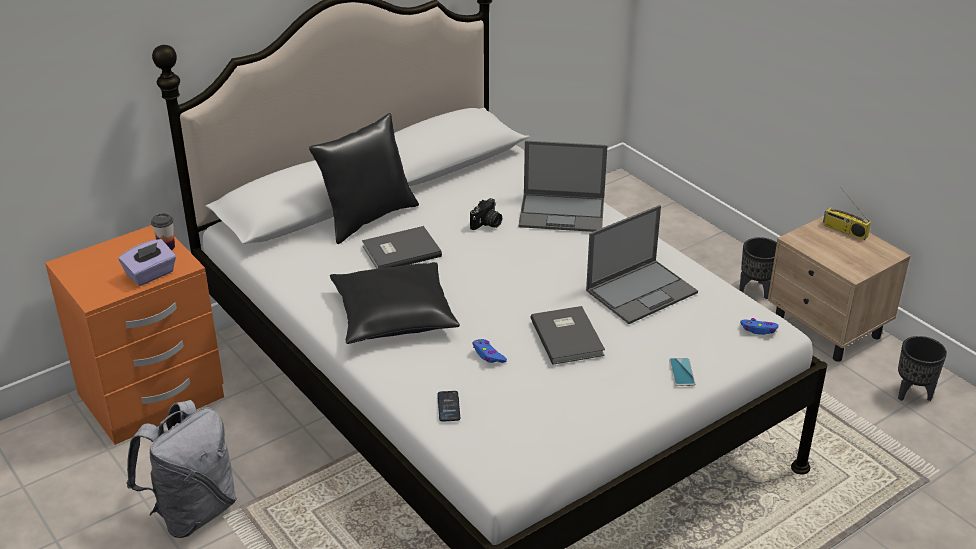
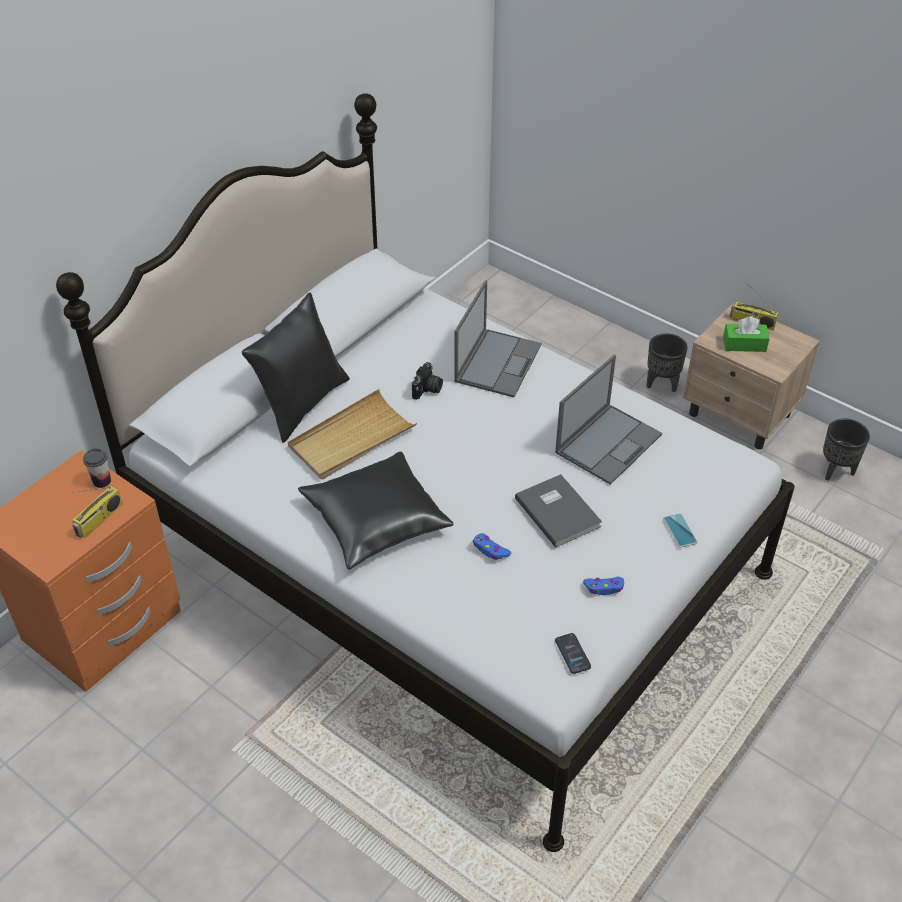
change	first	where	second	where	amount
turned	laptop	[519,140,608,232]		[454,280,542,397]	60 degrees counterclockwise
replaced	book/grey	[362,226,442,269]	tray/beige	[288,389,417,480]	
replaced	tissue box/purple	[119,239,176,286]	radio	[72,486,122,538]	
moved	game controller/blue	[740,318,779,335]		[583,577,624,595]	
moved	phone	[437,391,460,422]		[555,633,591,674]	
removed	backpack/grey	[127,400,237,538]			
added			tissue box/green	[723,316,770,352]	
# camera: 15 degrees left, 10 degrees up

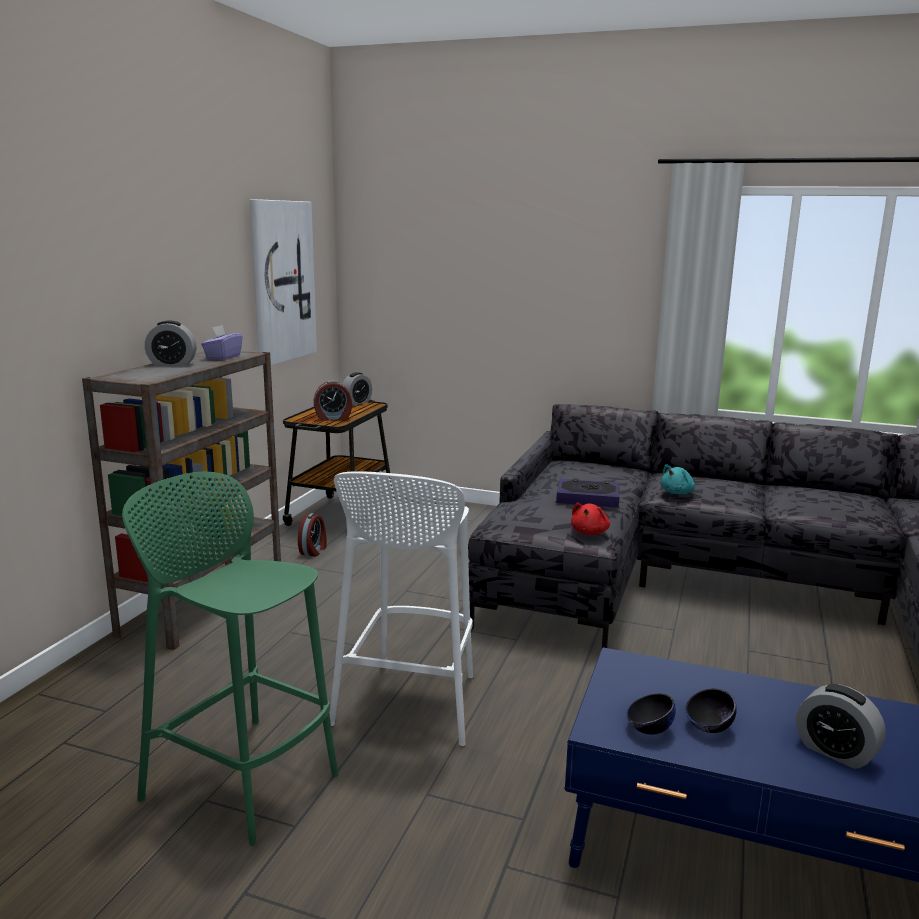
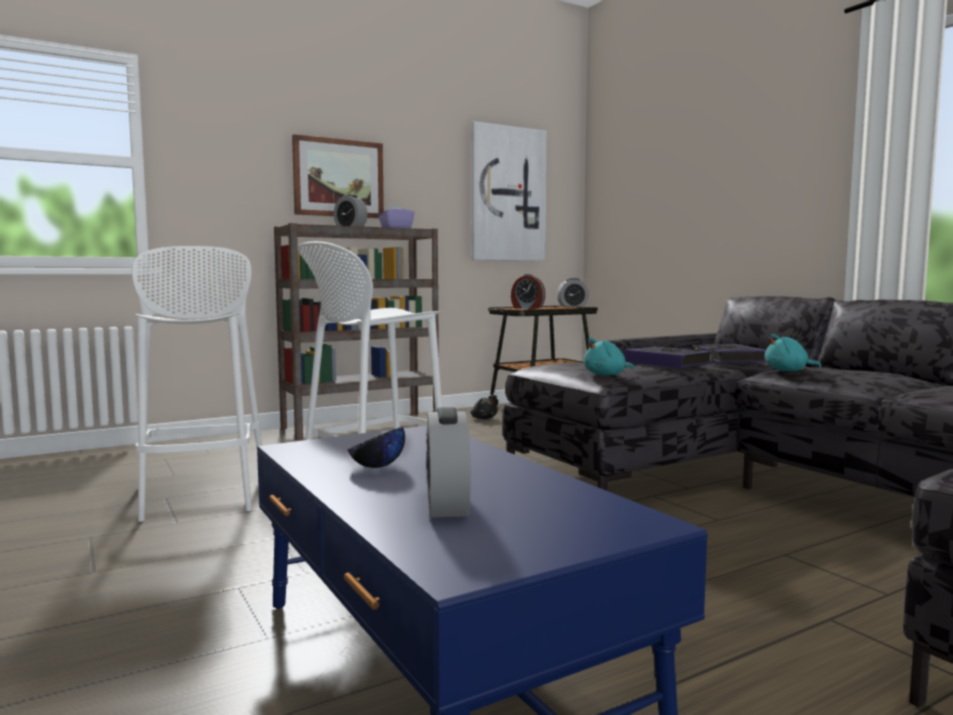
change	first	where	second	where	amount
recoloured	stool/green	[122,472,339,846]	stool/white	[132,246,262,522]	
recoloured	plush toy/red	[571,503,610,535]	plush toy/turquoise	[584,337,634,376]	
replaced	alarm clock	[298,513,327,557]	plush toy/black	[470,397,498,419]	
removed	bowl/black	[626,694,676,735]			
added			picture	[292,134,384,218]	
added			book	[692,344,766,363]	
# camera: 40 degrees right, 10 degrees down

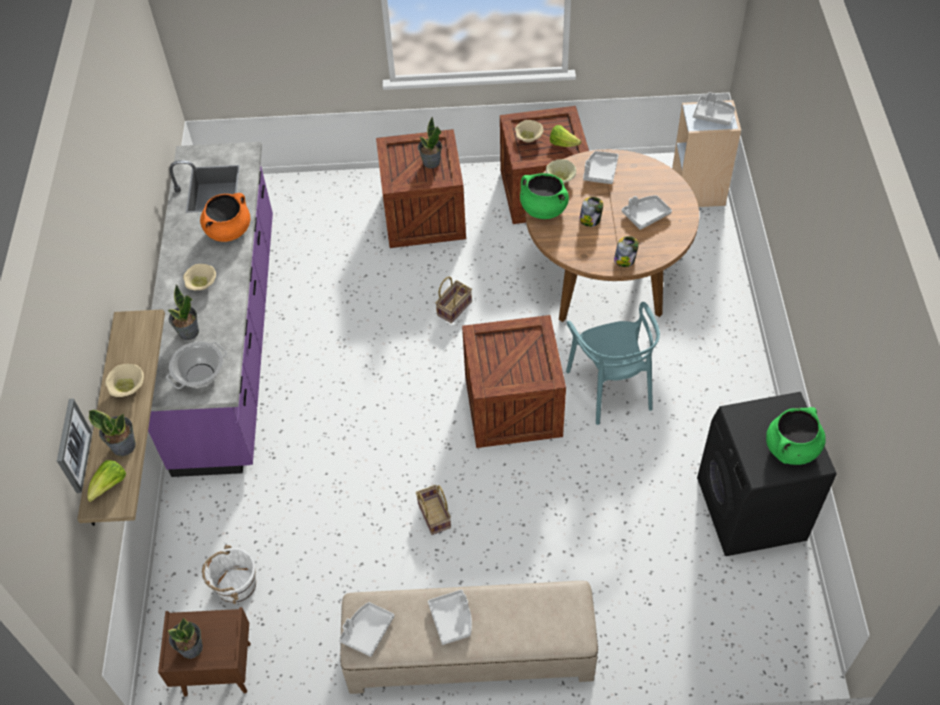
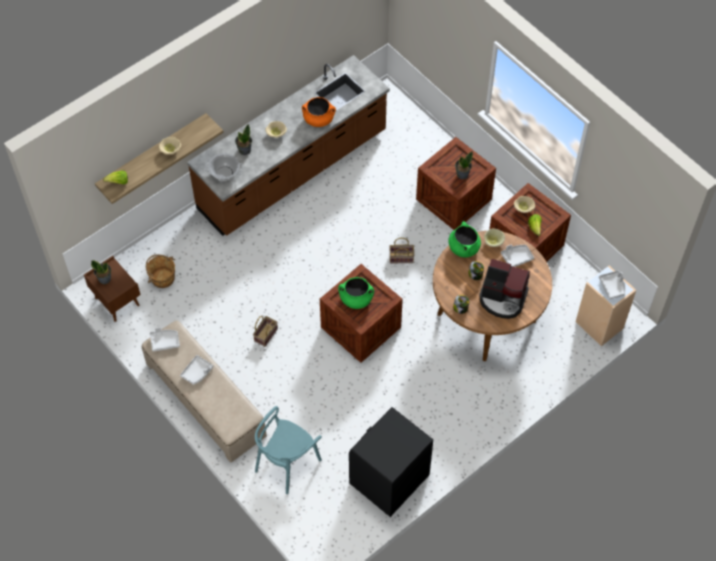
change	first	where	second	where	amount
recoloured	counter/purple	[148,142,273,477]	counter/brown	[187,55,390,236]	
replaced	tray/grey	[622,195,672,230]	coffee machine	[479,259,530,319]	
moved	chair/turquoise	[566,302,660,425]		[255,406,322,494]	
removed	picture	[57,399,92,493]			
moved	cooking pot/green	[766,407,826,465]		[338,277,374,309]	
removed	potted plant	[88,410,136,456]			
recoloured	bucket/white	[202,545,256,604]	bucket/brown	[146,255,175,288]	
# camera: 50 degrees right, 5 degrees up

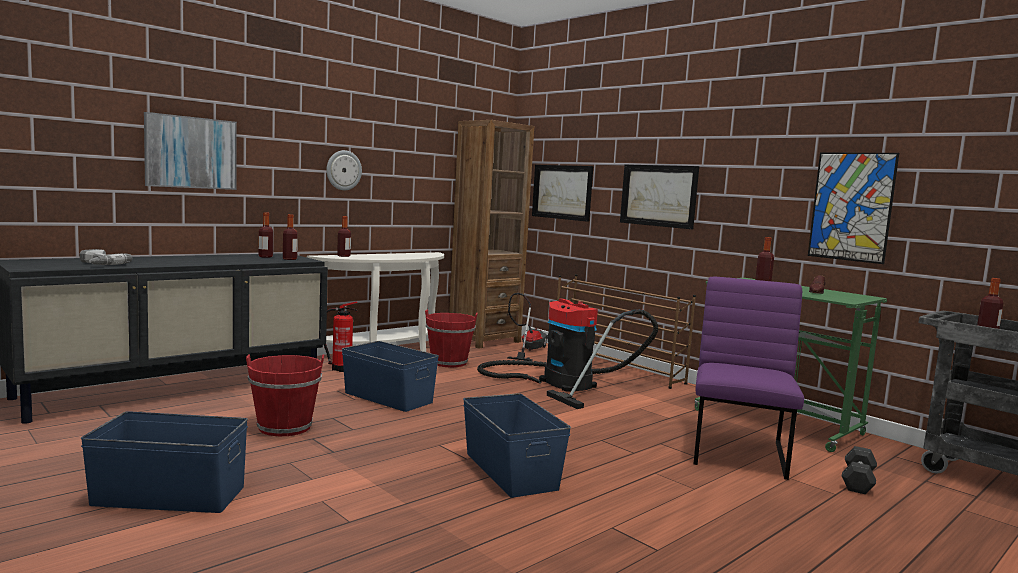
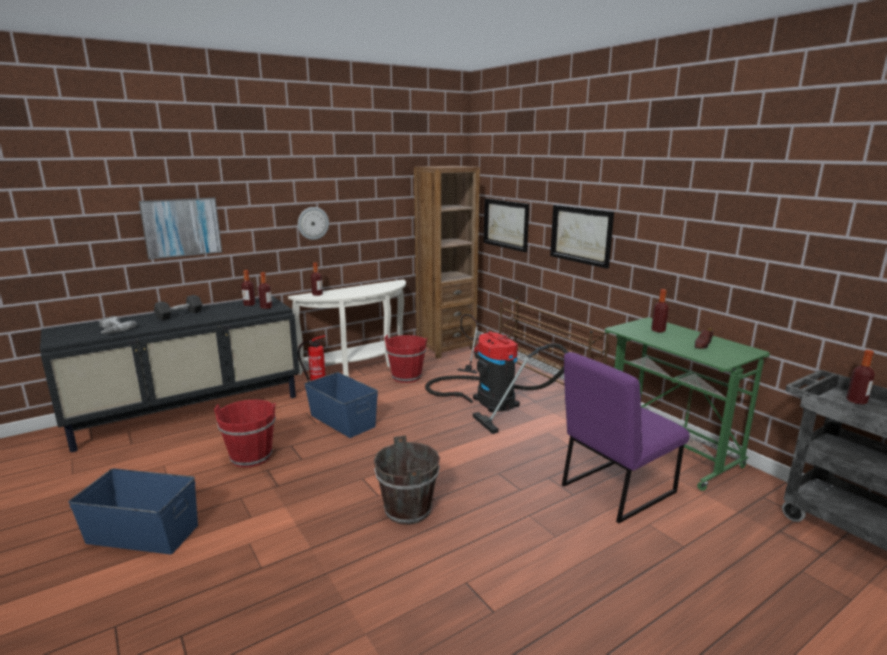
change	first	where	second	where	amount
removed	picture	[808,152,899,264]			
turned	chair/purple	[693,277,804,480]		[562,352,690,523]	150 degrees counterclockwise
replaced	storage box/blue	[463,393,571,498]	bucket/brown	[374,435,440,525]	
moved	dumbbell/grey	[842,446,877,494]		[154,295,202,320]	
# camera: 10 degrees right, 10 degrees up

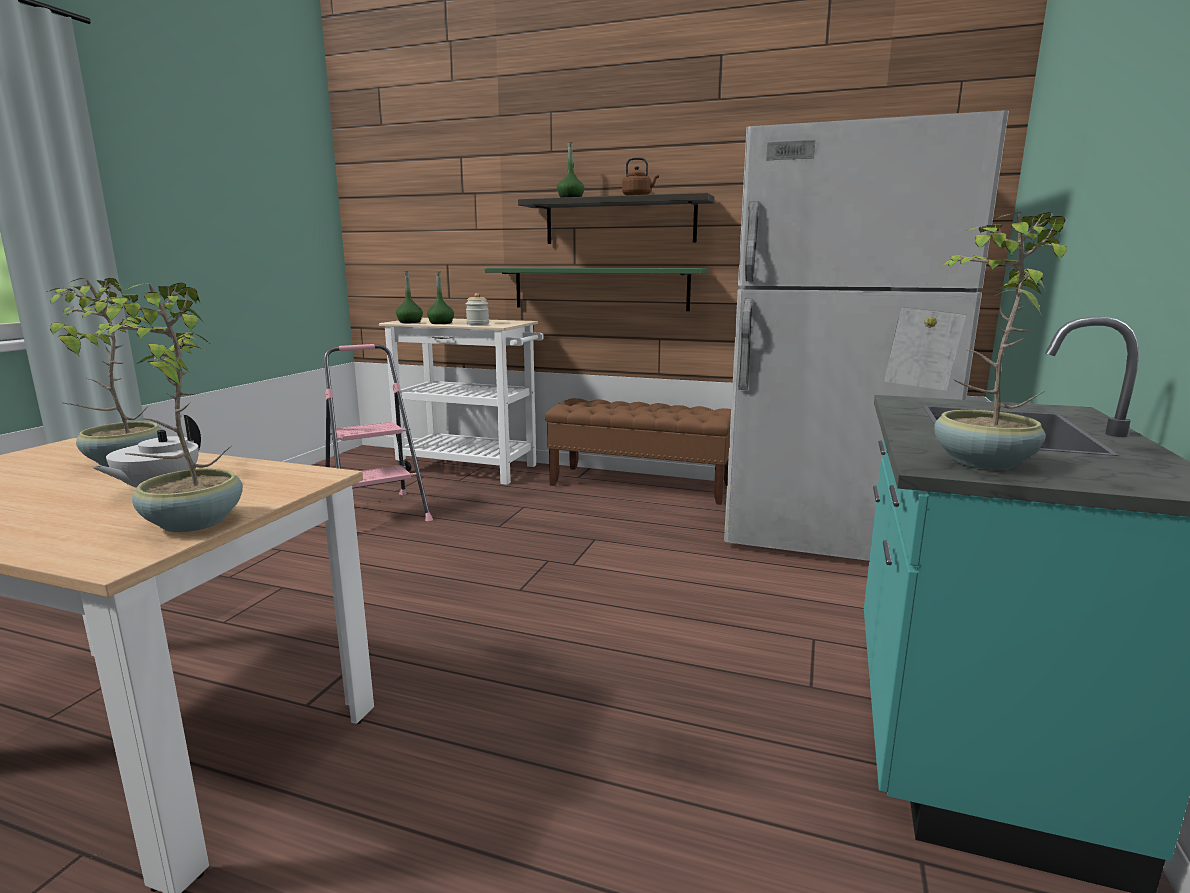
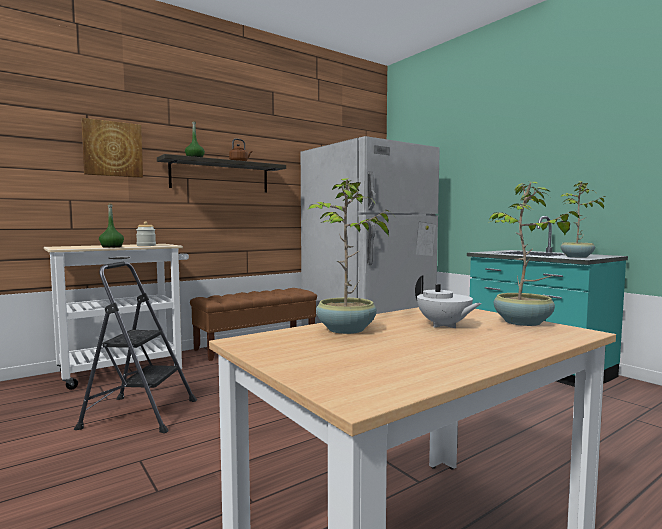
change	first	where	second	where	amount
removed	shelf/green	[485,268,707,311]			
removed	bottle/green	[396,271,423,323]			
recoloured	step ladder/pink	[324,344,433,521]	step ladder/black	[74,262,197,433]	
added			picture	[81,118,143,178]	
# camera: 55 degrees left, 10 degrees down

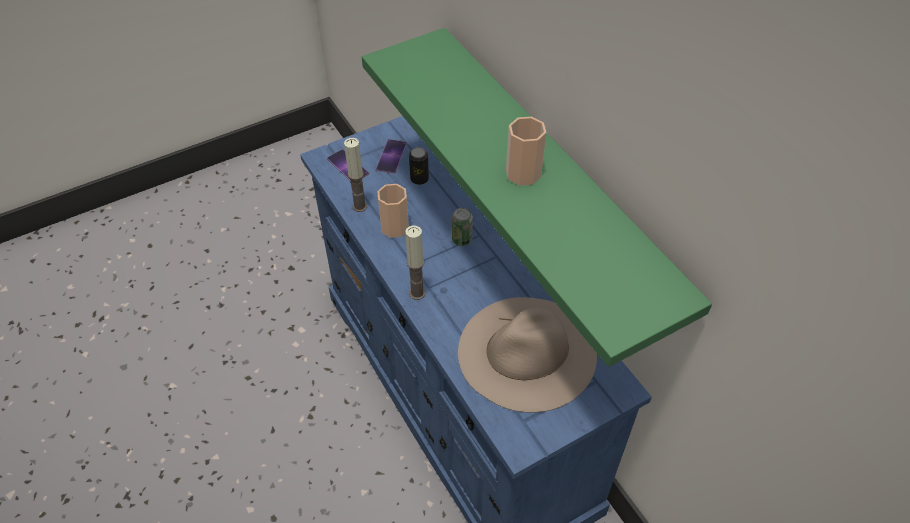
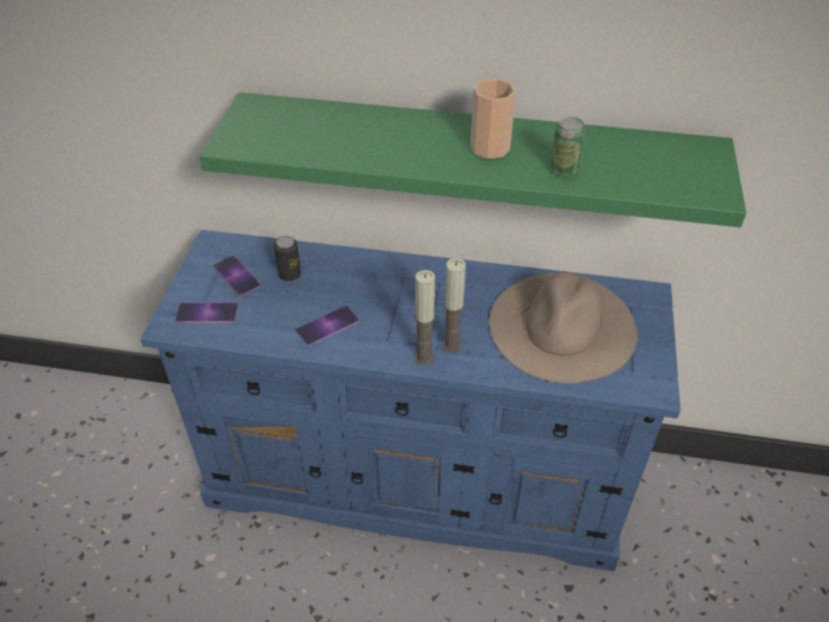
change	first	where	second	where	amount
moved	candle	[344,138,367,212]		[442,258,466,353]	
replaced	cup	[377,184,409,238]	phone	[296,305,359,346]	
moved	can	[452,208,473,246]		[550,117,585,176]	
# camera: 50 degrees left, 5 degrees down

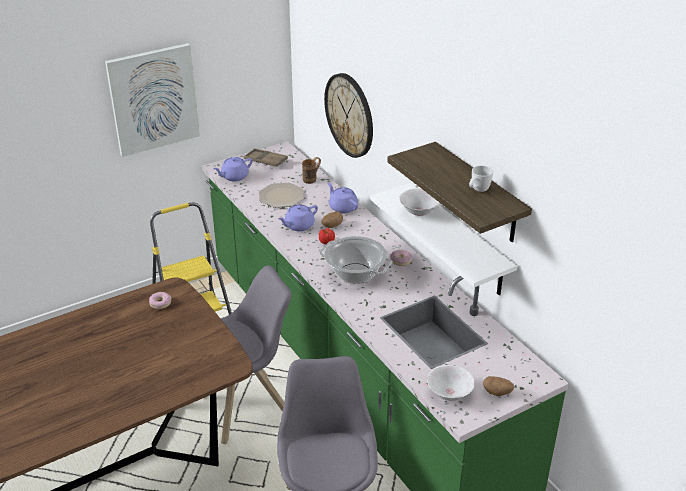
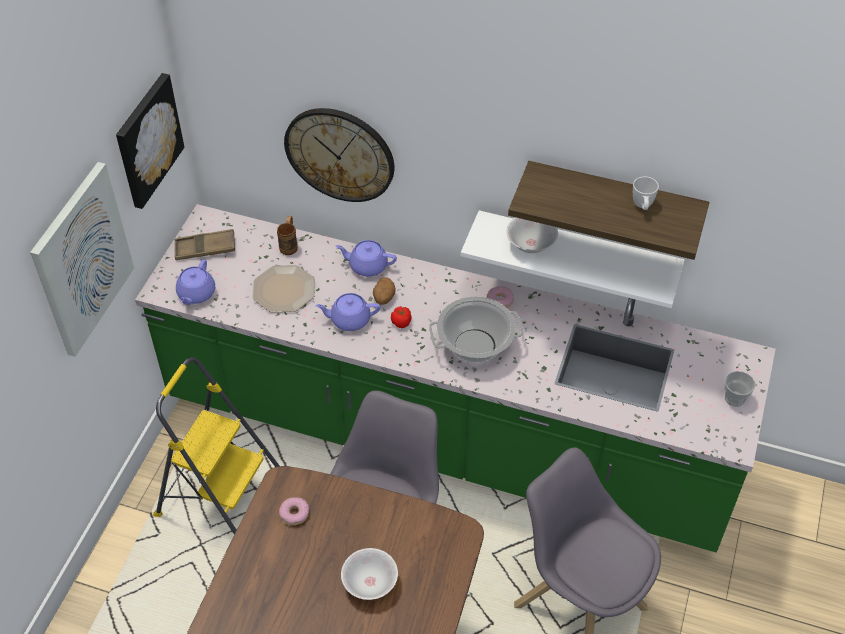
change	first	where	second	where	amount
turned	teapot/purple	[278,204,318,231]		[315,293,380,331]	75 degrees clockwise
moved	bowl/white	[427,365,475,401]		[341,548,398,600]	
replaced	potato	[483,376,514,396]	cup	[724,371,755,407]	
added			picture	[116,73,184,209]	
# camera: 40 degrees left, 15 degrees up

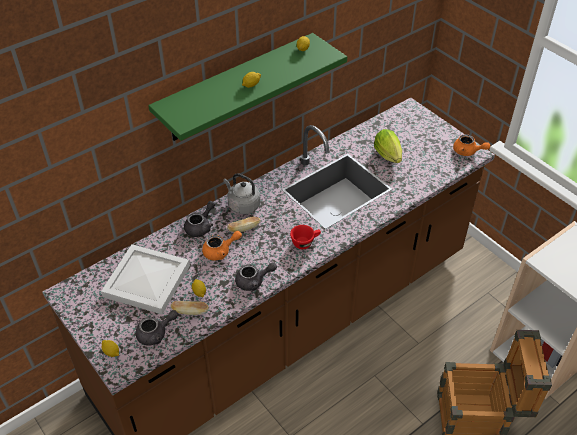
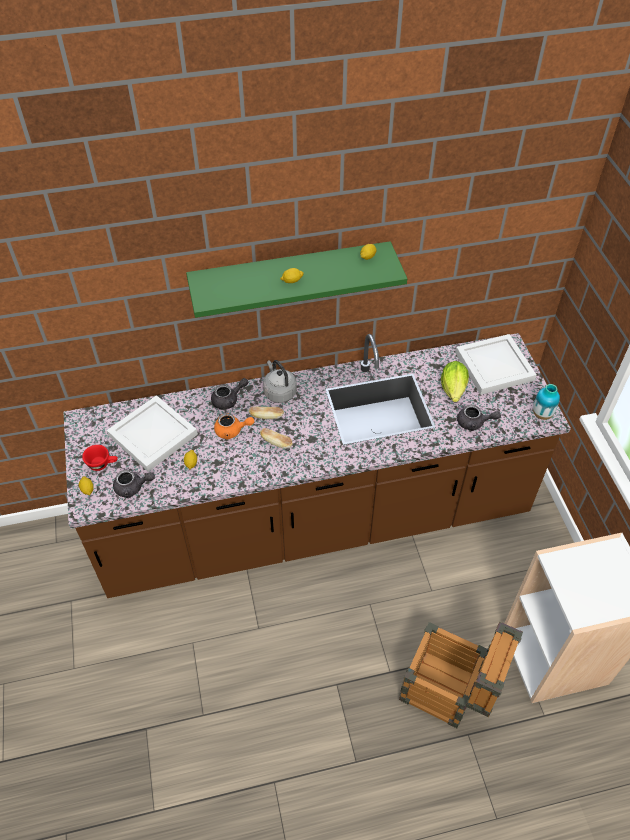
change	first	where	second	where	amount
replaced	teapot/orange	[453,134,490,156]	vase	[533,384,560,420]	
moved	cup/red	[290,225,321,249]		[82,445,118,471]	
moved	teapot/grey	[235,262,277,291]		[457,405,501,431]	
moved	bread	[171,301,209,315]		[260,428,293,449]	
added			tray/white	[455,334,536,395]	
# camera: 25 degrees right, 5 degrees up

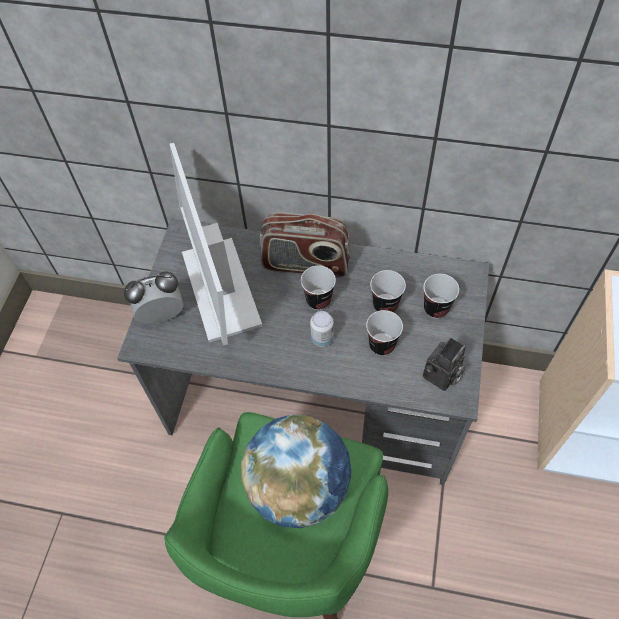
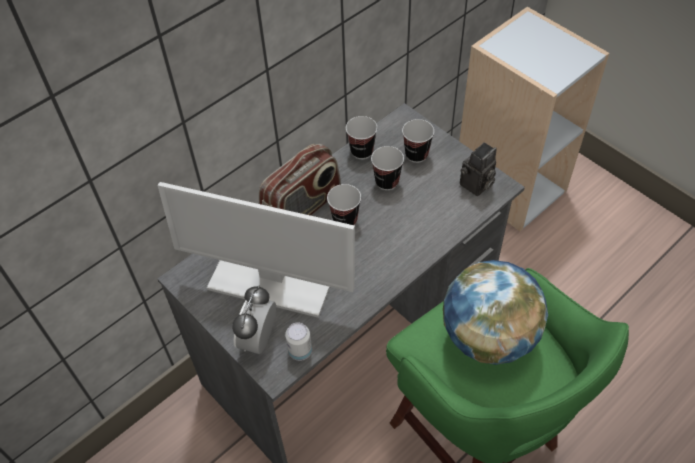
change	first	where	second	where	amount
moved	cup	[366,310,403,356]		[346,116,377,159]	
moved	can	[310,311,333,347]		[285,322,312,361]	
turned	photo camera	[423,338,466,391]		[460,142,497,196]	60 degrees clockwise
# camera: 55 degrees left, 5 degrees down

